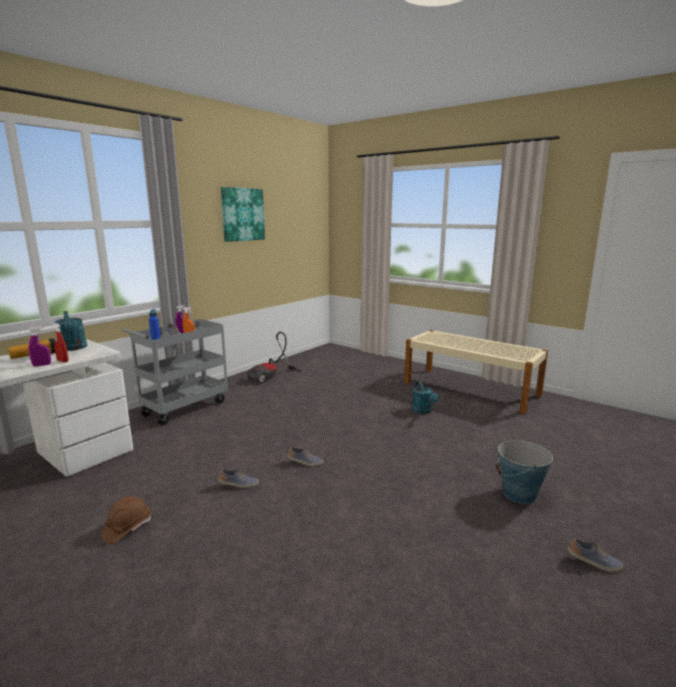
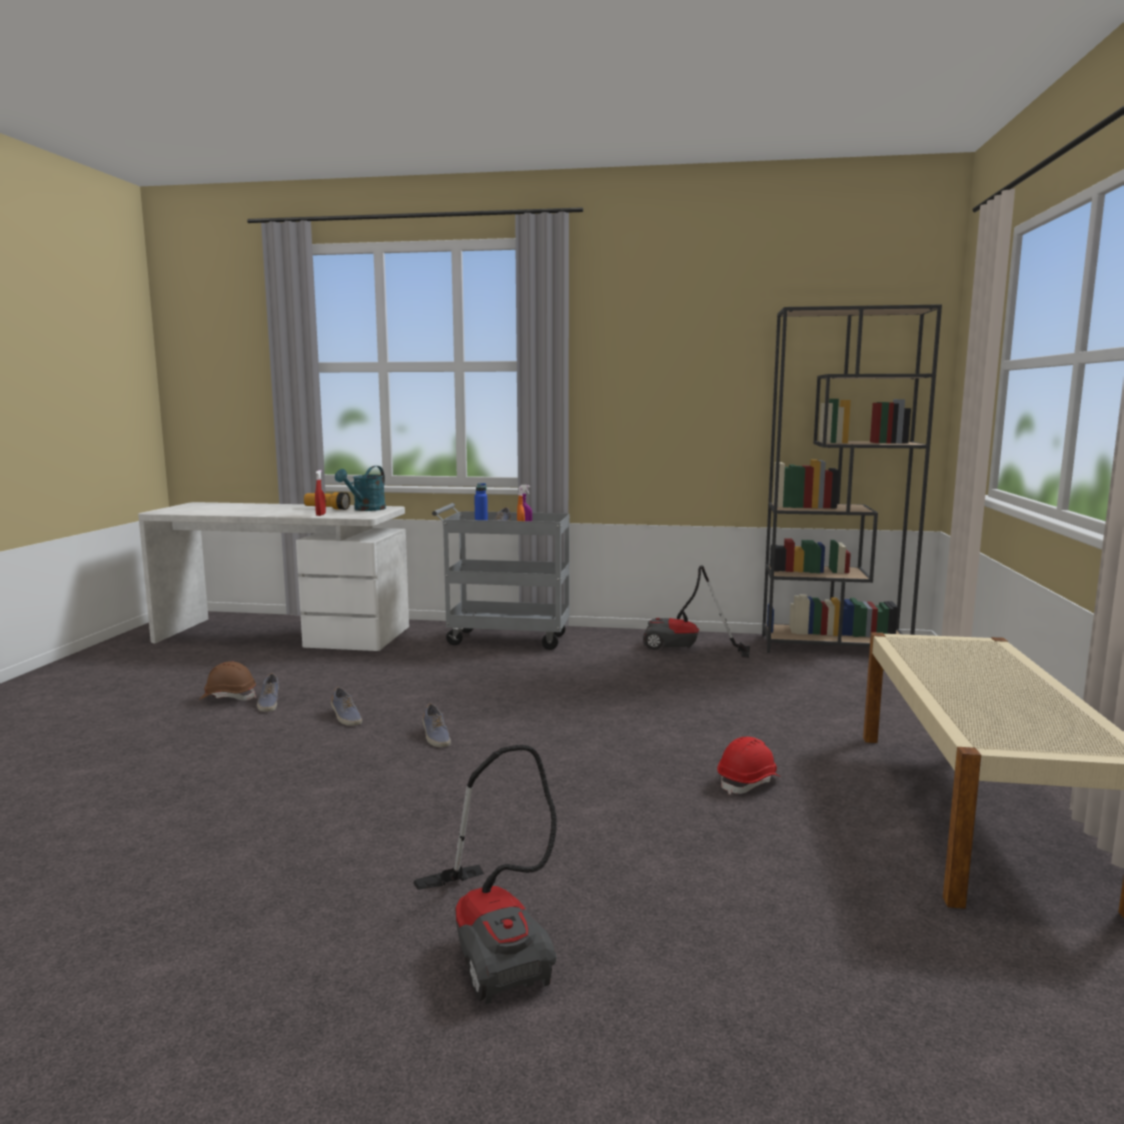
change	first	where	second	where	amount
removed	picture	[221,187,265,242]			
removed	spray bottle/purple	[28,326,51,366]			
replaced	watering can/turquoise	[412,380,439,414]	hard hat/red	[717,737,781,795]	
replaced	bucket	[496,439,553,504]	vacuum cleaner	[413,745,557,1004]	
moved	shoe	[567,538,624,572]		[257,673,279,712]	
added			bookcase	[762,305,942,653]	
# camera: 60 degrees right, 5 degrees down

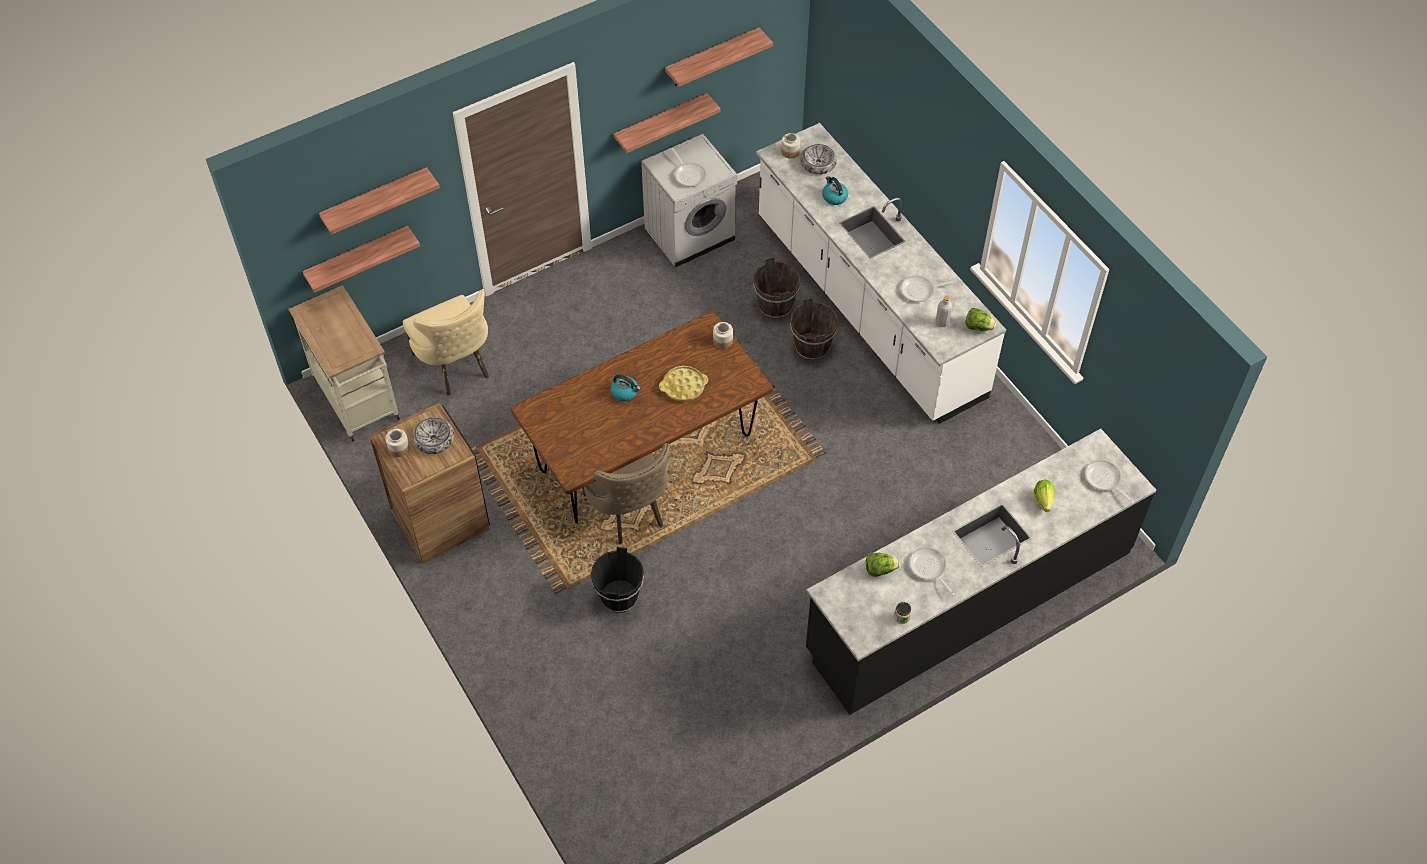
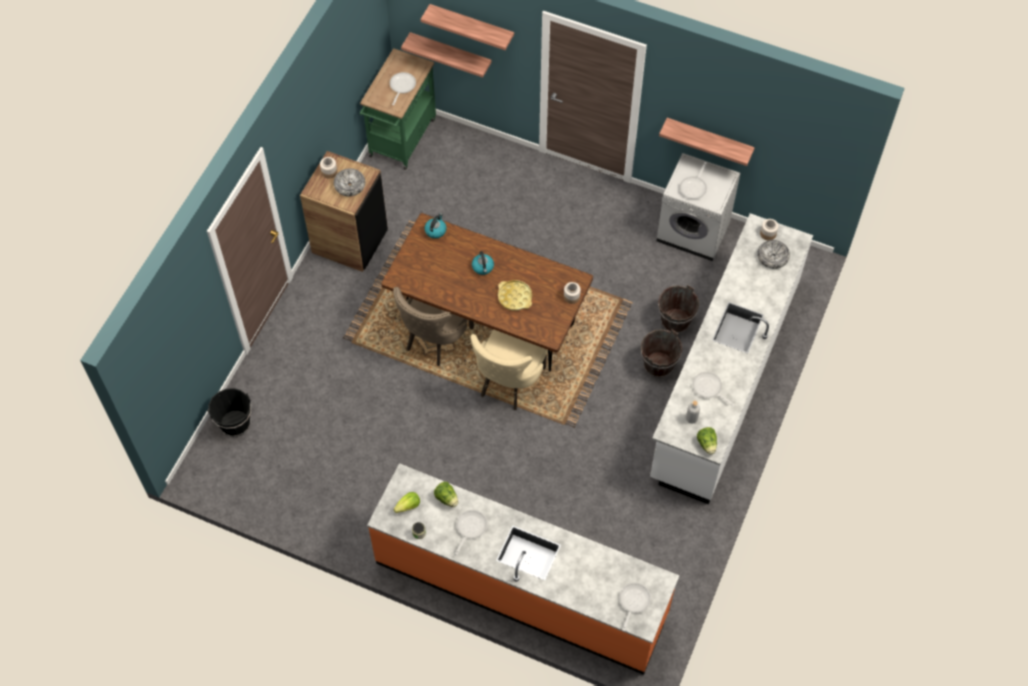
change	first	where	second	where	amount
removed	shelf	[665,28,773,87]			
moved	kettle	[822,176,848,205]		[424,213,447,239]	
recoloured	cart/beige	[289,285,400,442]	cart/green	[360,48,436,170]	
moved	chair/beige	[403,290,489,395]		[470,329,548,410]	
recoloured	counter/black	[806,429,1156,715]	counter/orange	[367,463,680,675]	
moved	lettuce	[1034,479,1055,512]		[394,492,420,513]	
moved	bucket/black	[591,547,644,613]		[207,388,251,437]	
added			frying pan	[390,72,416,105]	
# camera: 55 degrees right, 5 degrees up

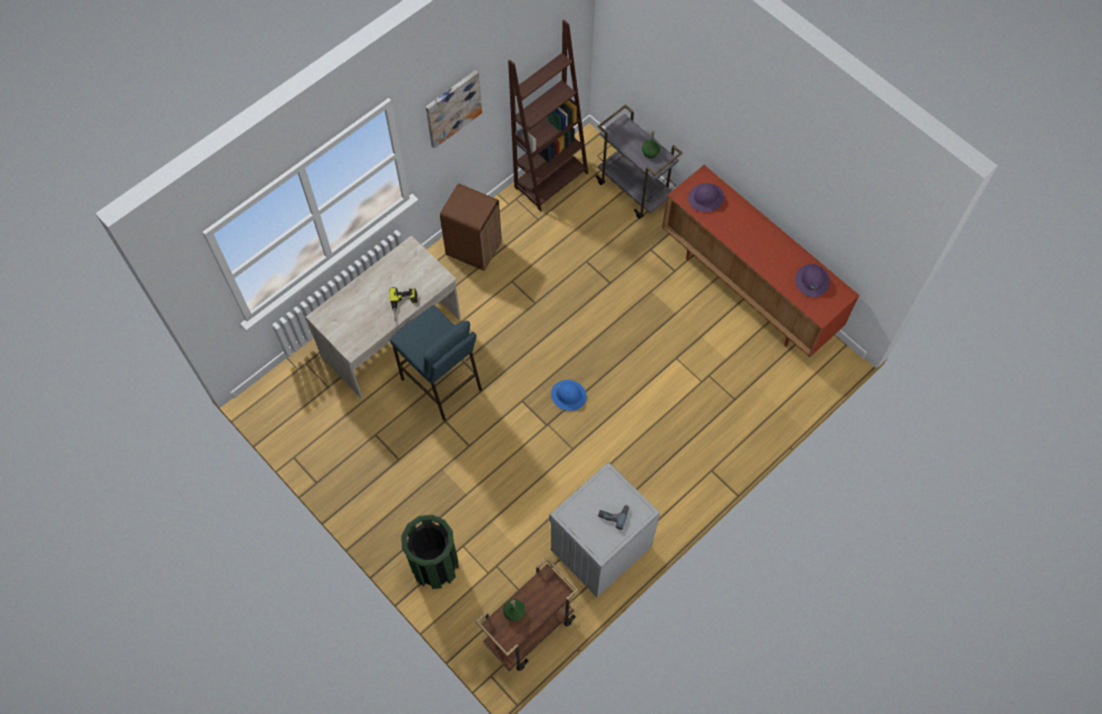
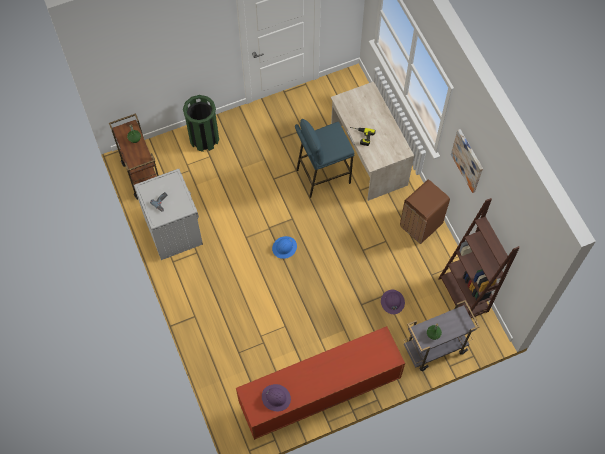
change	first	where	second	where	amount
moved	hard hat/purple	[688,183,724,212]		[381,290,405,314]	
# camera: 110 degrees right, 0 degrees up

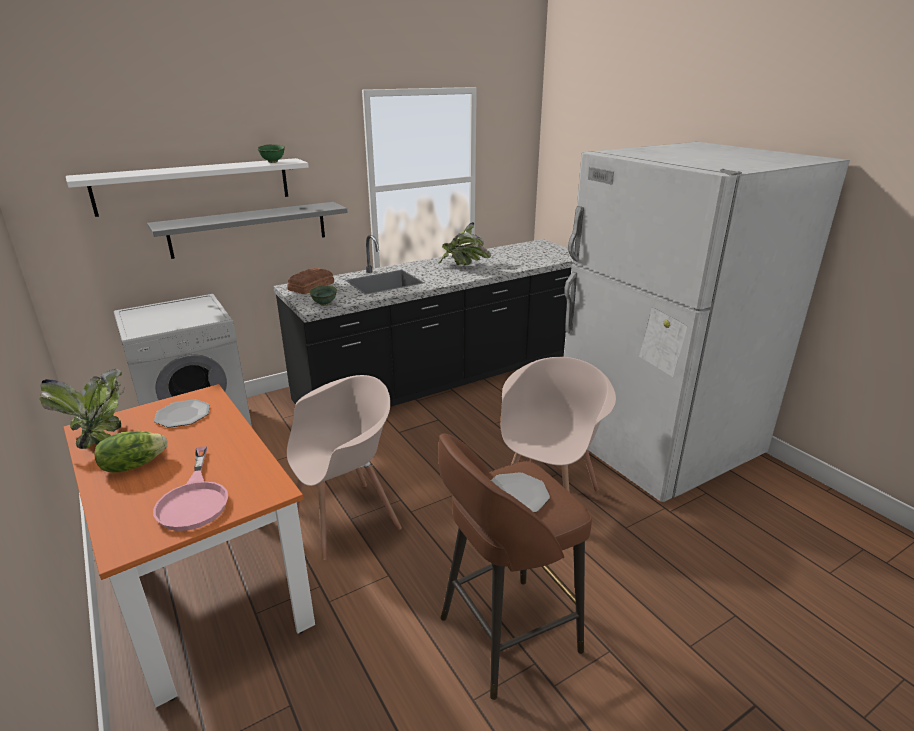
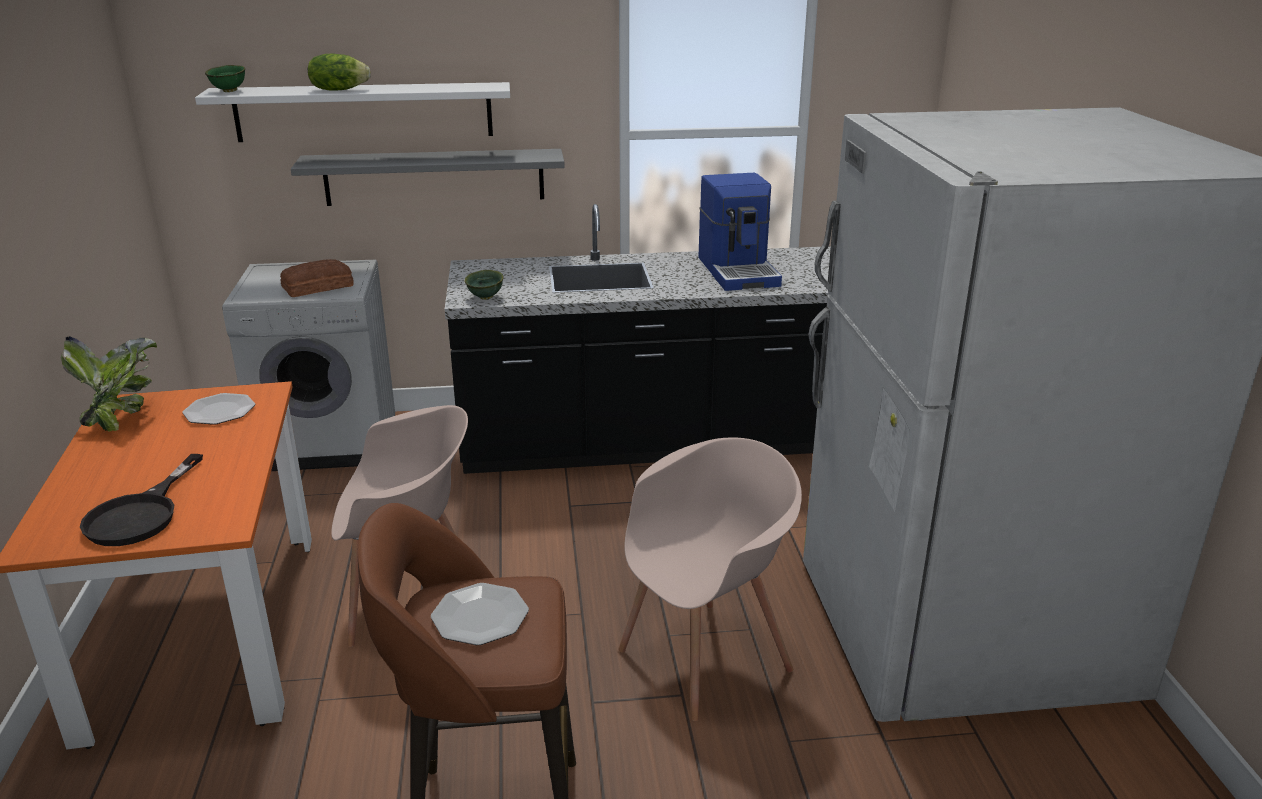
change	first	where	second	where	amount
moved	bowl/green	[257,144,285,163]		[205,65,245,92]	
replaced	potted plant	[438,222,491,265]	coffee machine	[698,173,782,291]	
moved	bread	[287,268,334,294]		[280,259,354,297]	
moved	lettuce	[94,431,167,472]		[308,54,371,91]	
recoloured	frying pan/pink	[153,446,228,531]	frying pan/black	[80,454,203,546]	
# camera: 25 degrees right, 0 degrees up

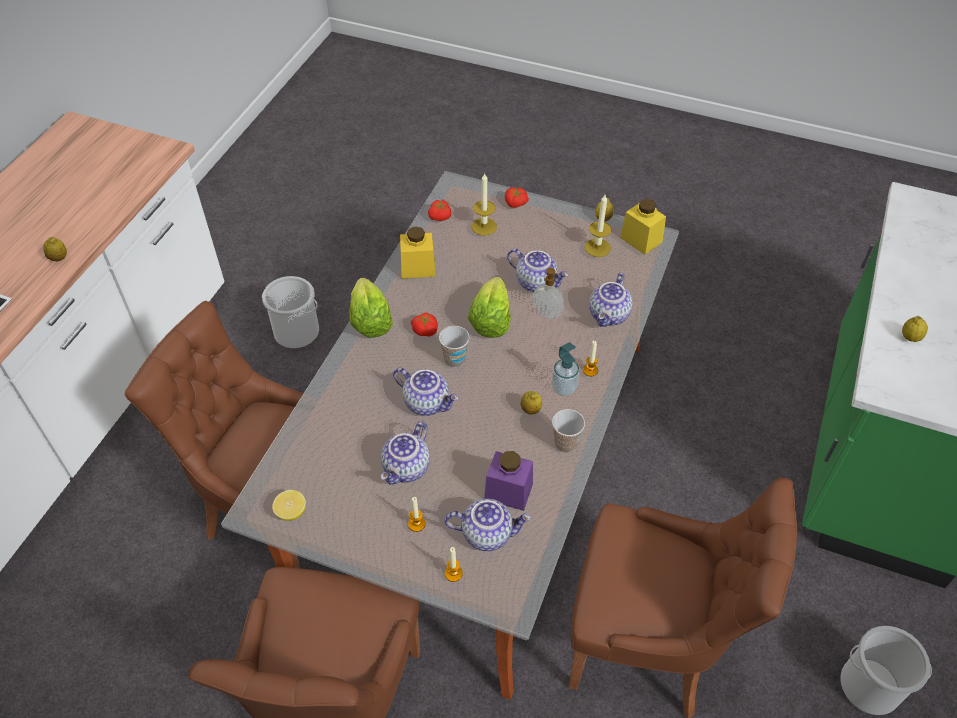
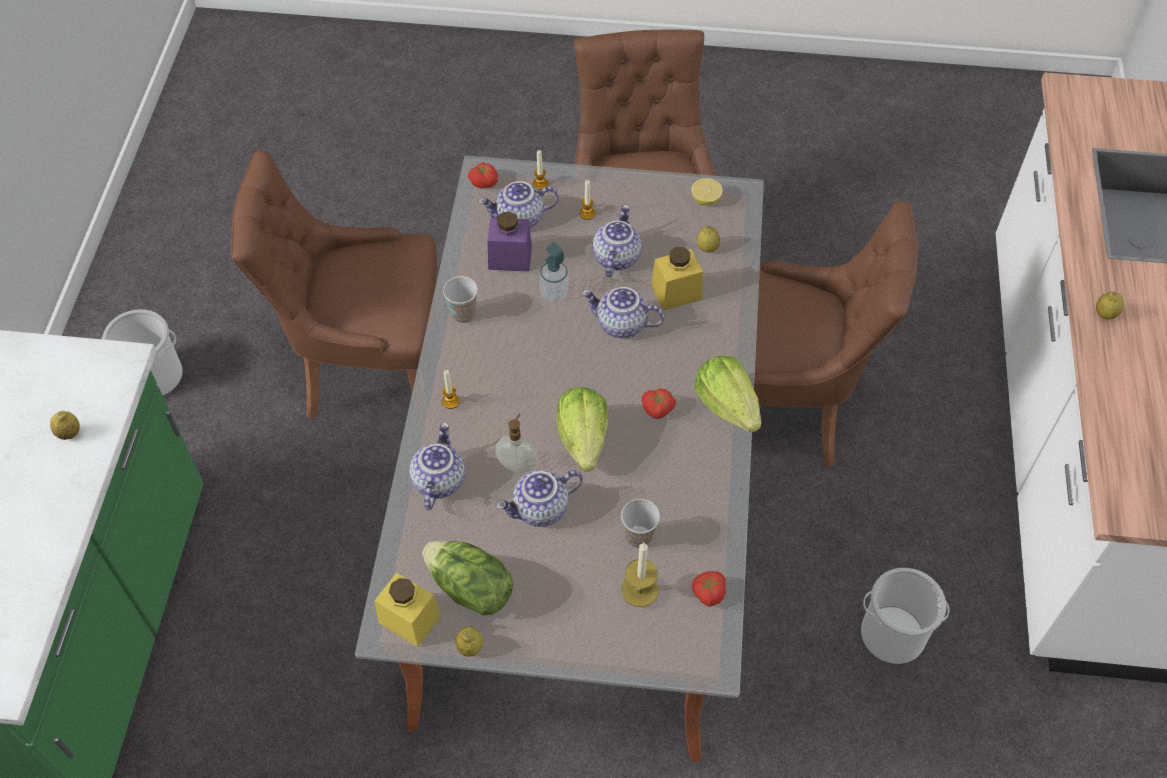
change	first	where	second	where	amount
moved	tomato	[505,187,529,208]		[468,162,498,188]	
replaced	candle	[585,195,612,257]	lettuce	[422,541,513,616]	
moved	jar/yellow	[400,226,436,279]		[651,247,703,311]	
turned	teapot	[507,248,568,292]		[496,470,583,527]	45 degrees counterclockwise
moved	cup	[439,326,470,367]		[621,499,660,548]	
moved	soap dispenser	[552,342,579,396]		[539,242,569,302]	
moved	lemon	[521,391,542,415]		[697,225,720,253]	
# camera: 165 degrees right, 5 degrees up

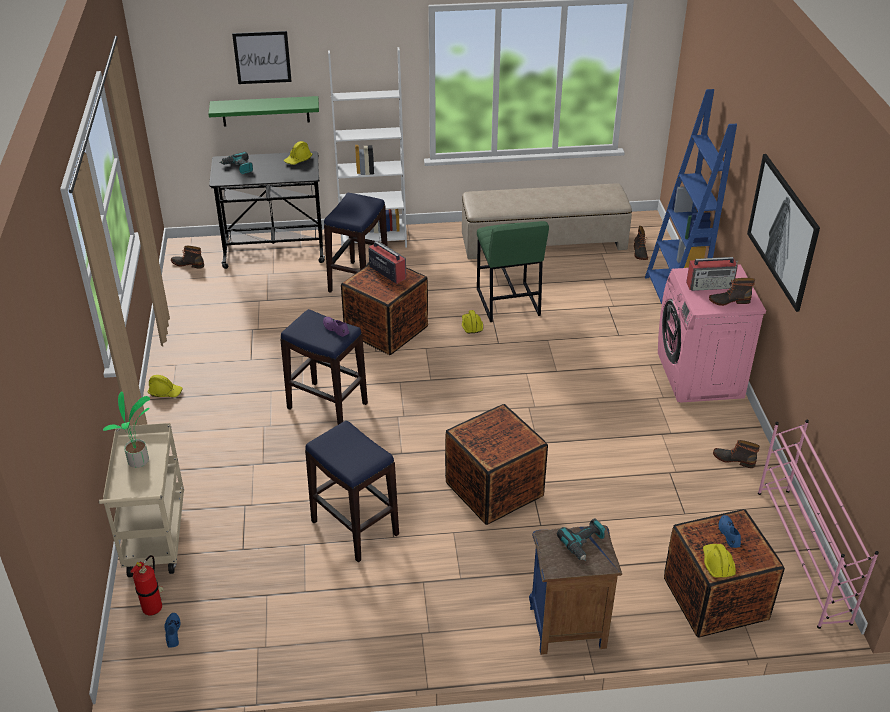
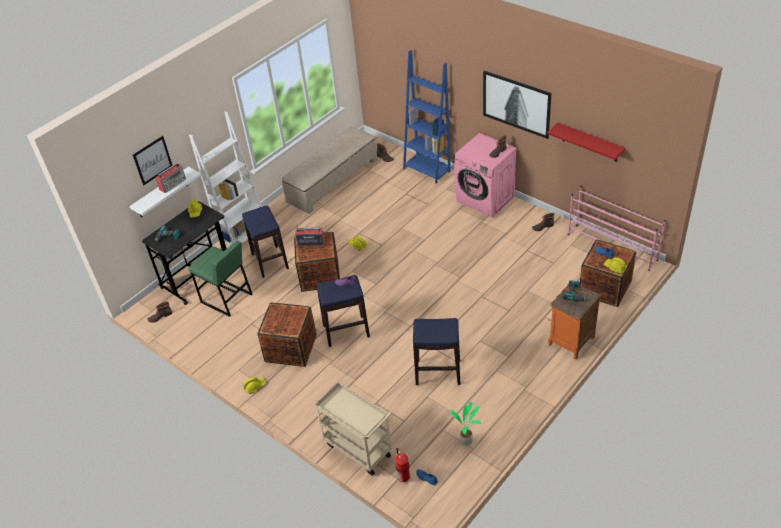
change	first	where	second	where	amount
recoloured	shelf/green	[208,96,319,127]	shelf/white	[130,167,201,218]	
moved	chair/green	[477,221,549,322]		[189,241,253,317]	
moved	radio	[686,257,738,291]		[155,163,186,193]	
moved	potted plant	[103,391,150,468]		[450,402,481,446]	
moved	crate	[445,404,548,525]		[257,302,317,367]	
recoloured	nightstand/blue	[529,525,622,655]	nightstand/orange	[548,284,601,359]	
added			shelf/red	[547,123,625,162]	
# camera: 40 degrees left, 5 degrees up

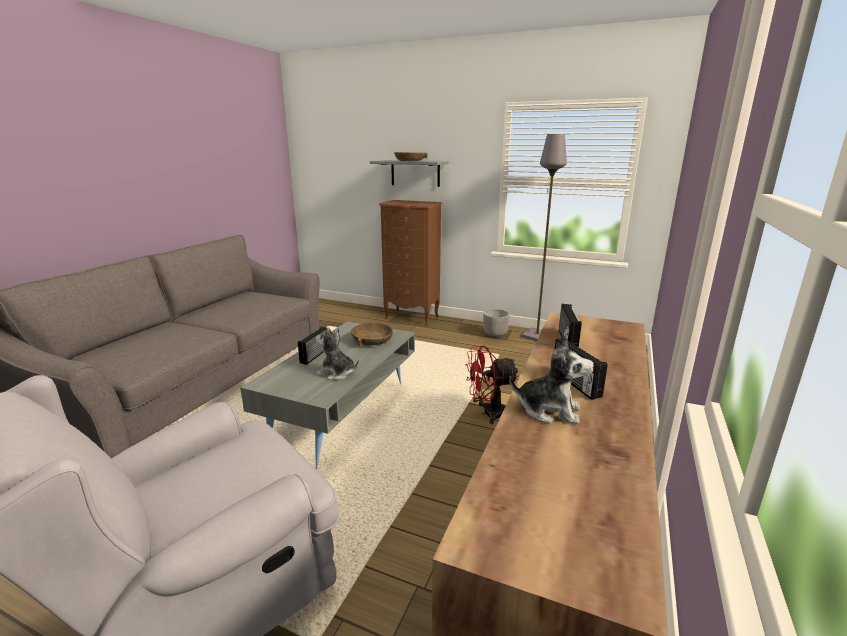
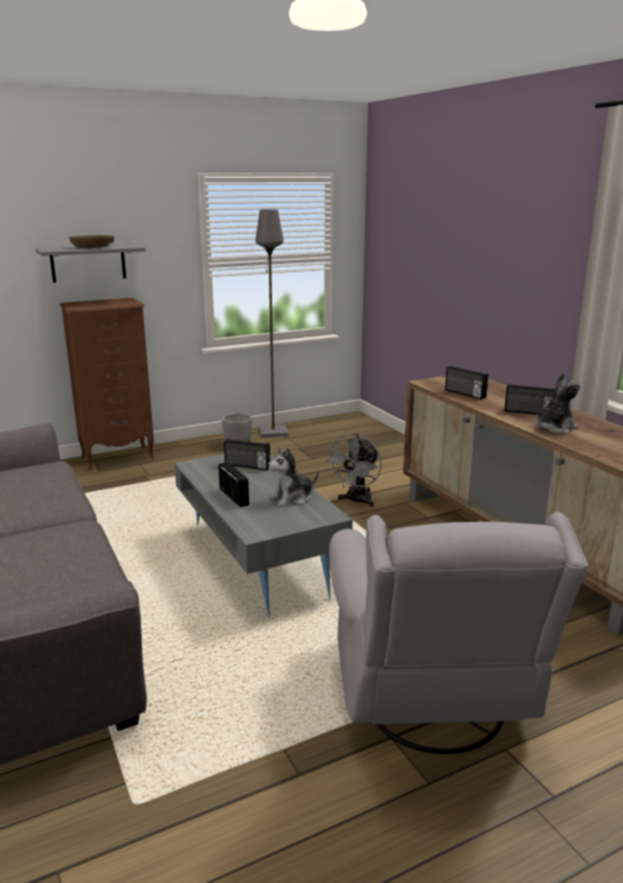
change	first	where	second	where	amount
replaced	bowl/brown	[351,322,393,345]	radio	[224,439,270,470]	
recoloured	fan/red	[465,346,519,424]	fan/grey	[325,433,382,507]	
# camera: 50 degrees left, 0 degrees up

